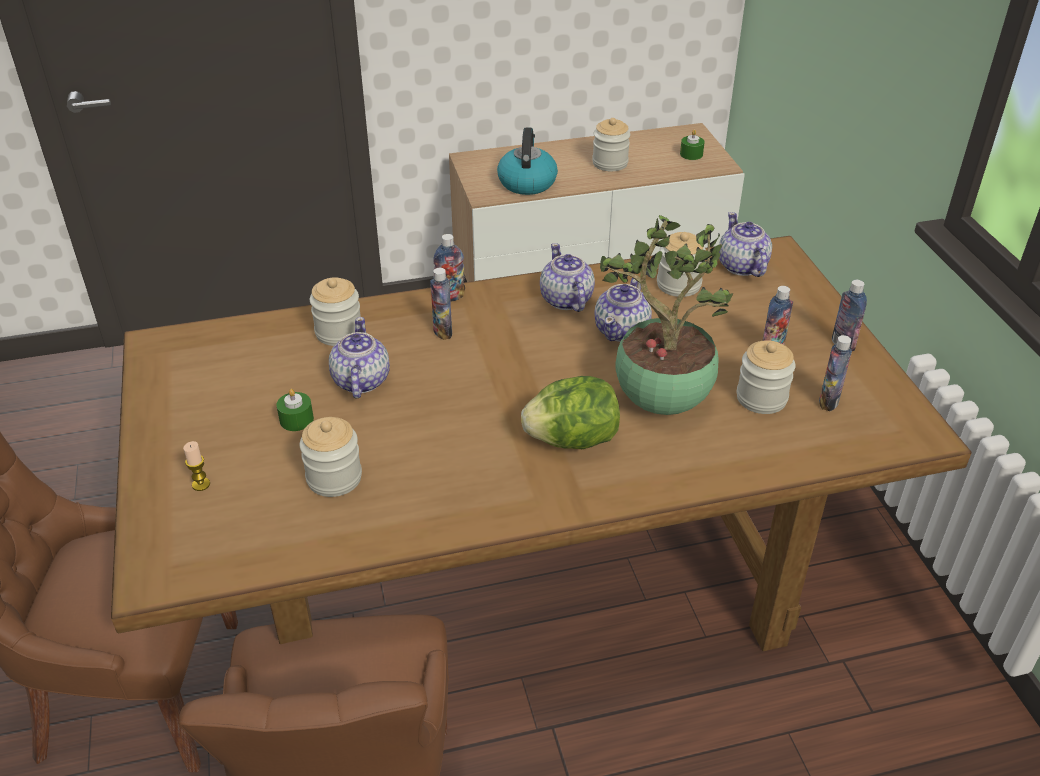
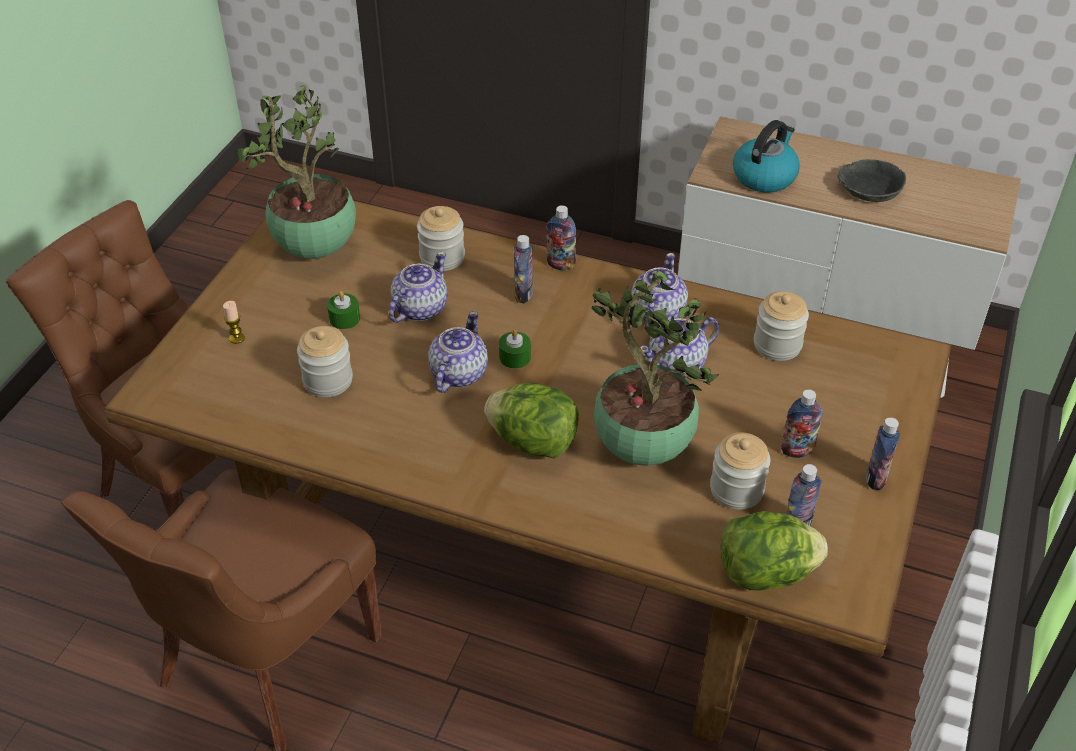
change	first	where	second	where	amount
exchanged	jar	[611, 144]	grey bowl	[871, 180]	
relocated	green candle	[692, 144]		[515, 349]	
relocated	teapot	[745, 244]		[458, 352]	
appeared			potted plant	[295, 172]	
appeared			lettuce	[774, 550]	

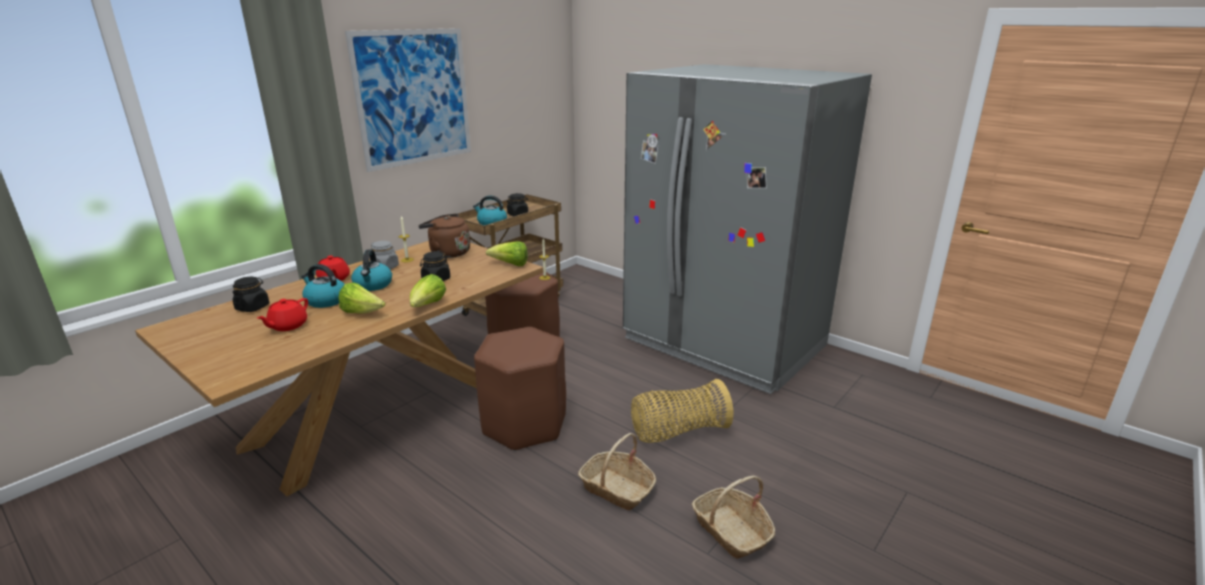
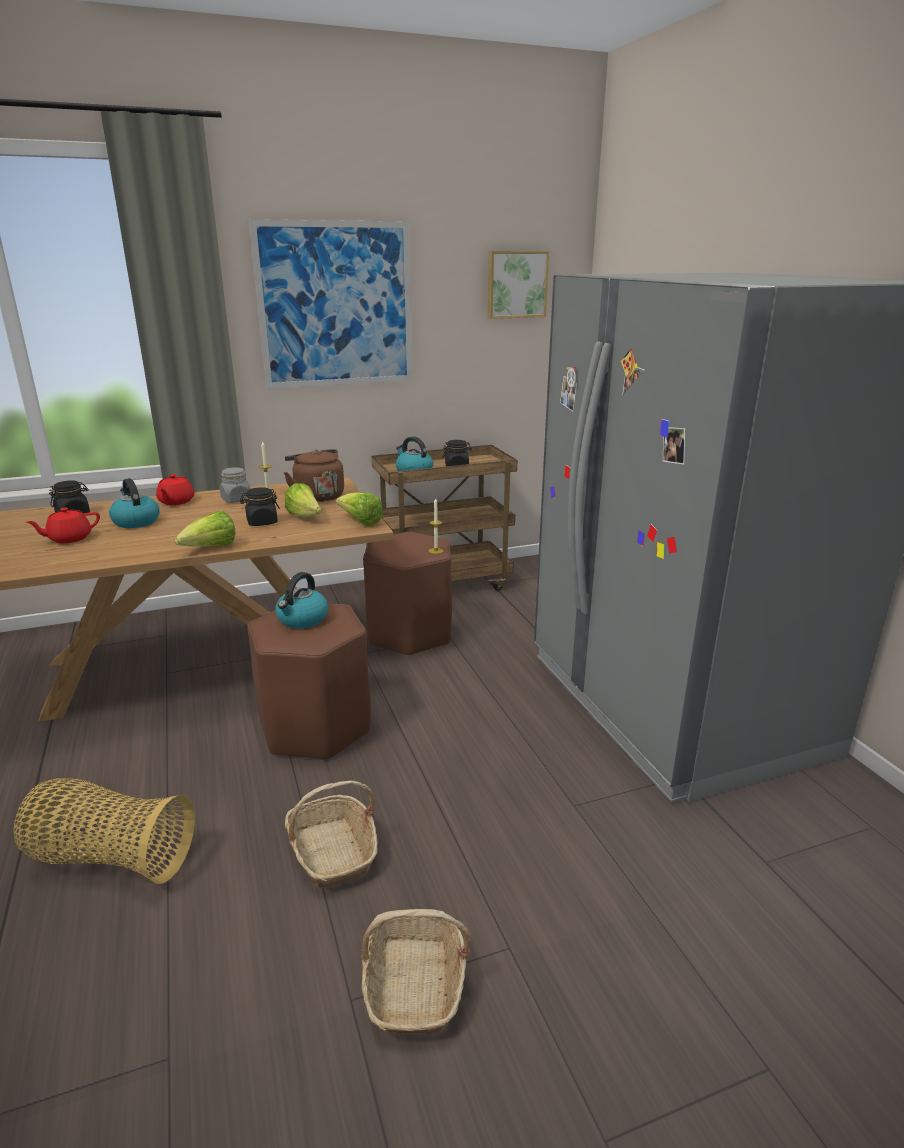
change	first	where	second	where	amount
relocated	kettle	[371, 270]		[301, 600]	
relocated	lettuce	[361, 298]		[303, 500]	
relocated	basket	[682, 411]		[104, 831]	
appeared			picture	[518, 285]	

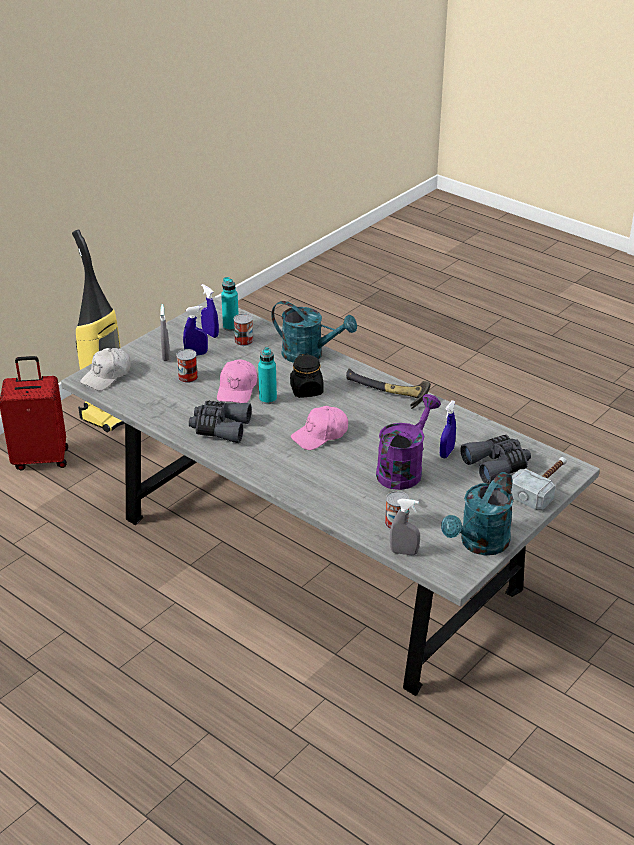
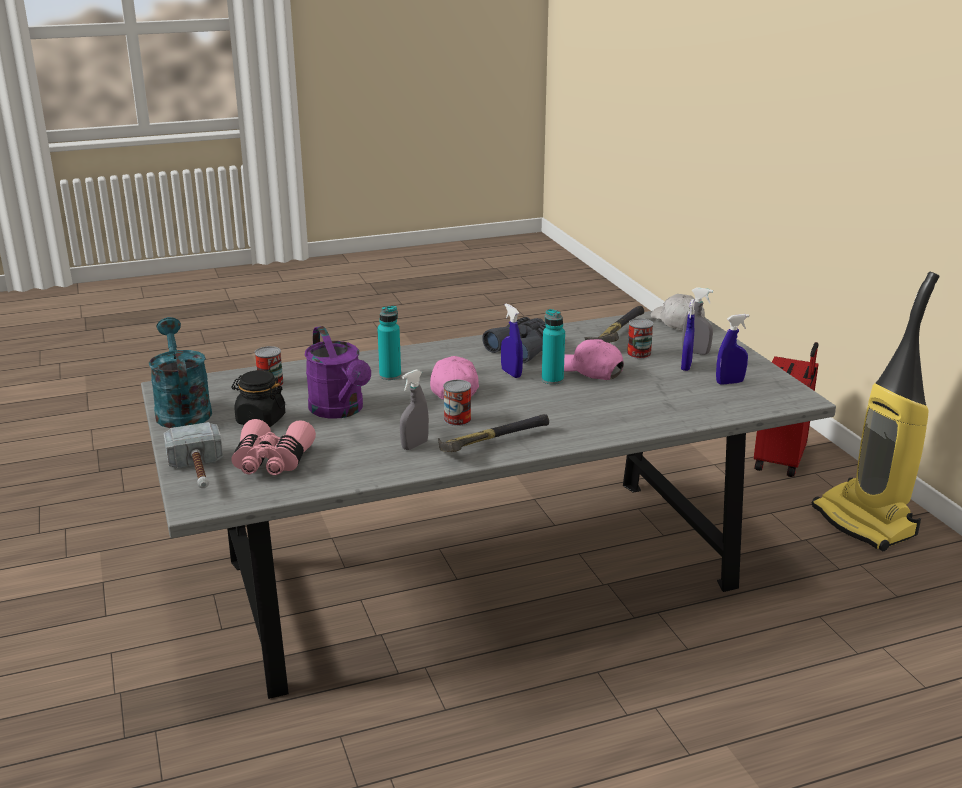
change	first	where	second	where	amount
relocated	turquoise bottle	[229, 304]		[389, 343]	
missing	turquoise watering can	[314, 332]			
relocated	can	[244, 330]		[457, 403]	
relocated	black jar	[307, 376]		[258, 398]	
relocated	blue spray bottle	[448, 429]		[512, 341]	
colour	grey binoculars	[495, 459]	pink binoculars	[273, 447]	
relocated	grey spray bottle	[405, 527]		[414, 409]	
appeared			hammer	[614, 324]	

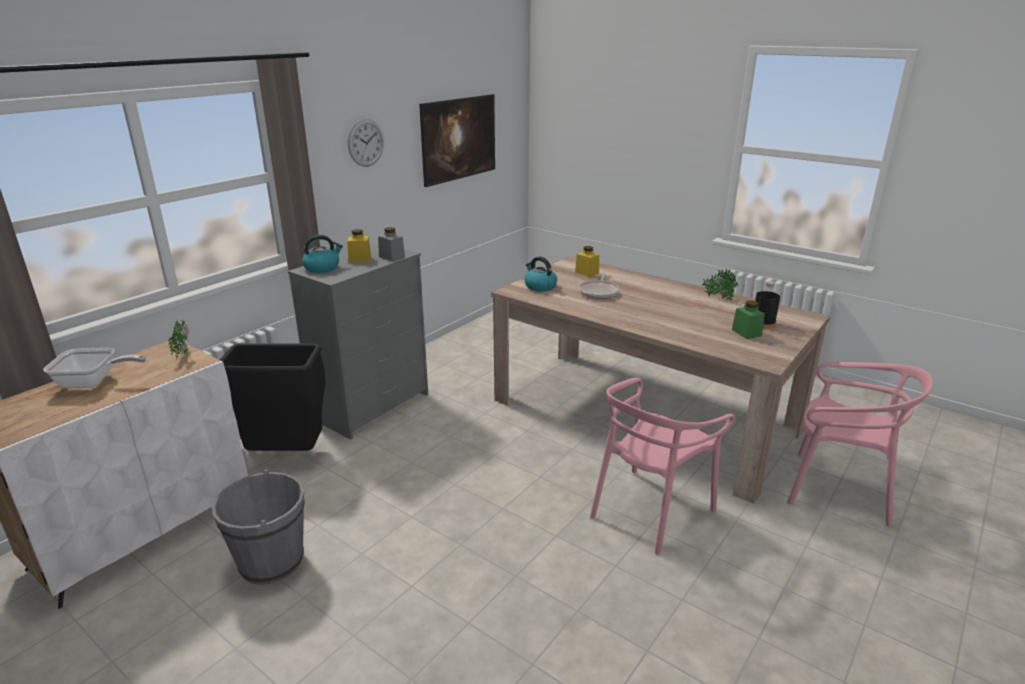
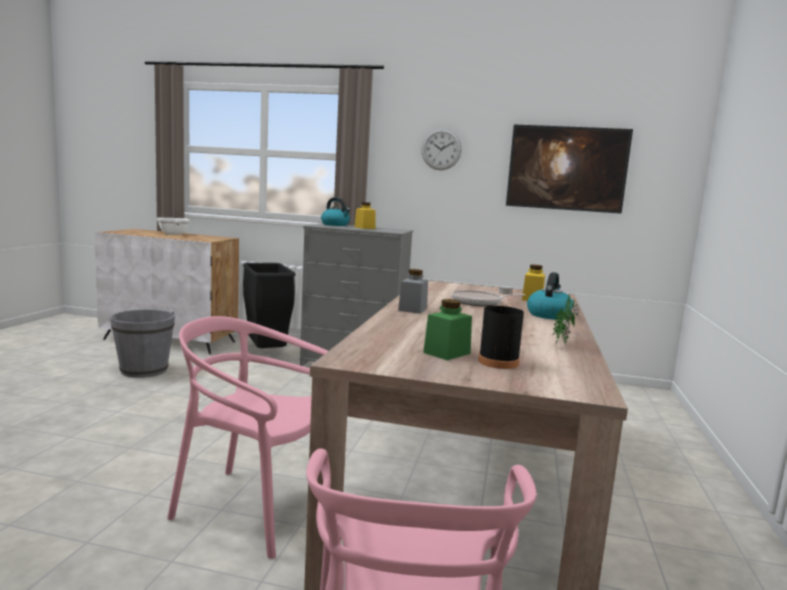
change	first	where	second	where	amount
relocated	grey jar	[391, 244]		[413, 291]	
relocated	kettle	[541, 274]		[550, 296]	
missing	potted plant	[178, 340]			

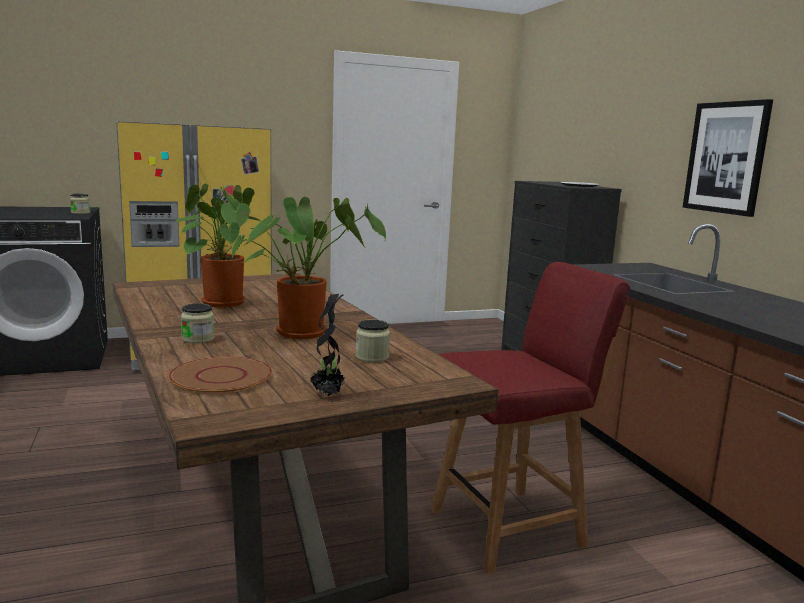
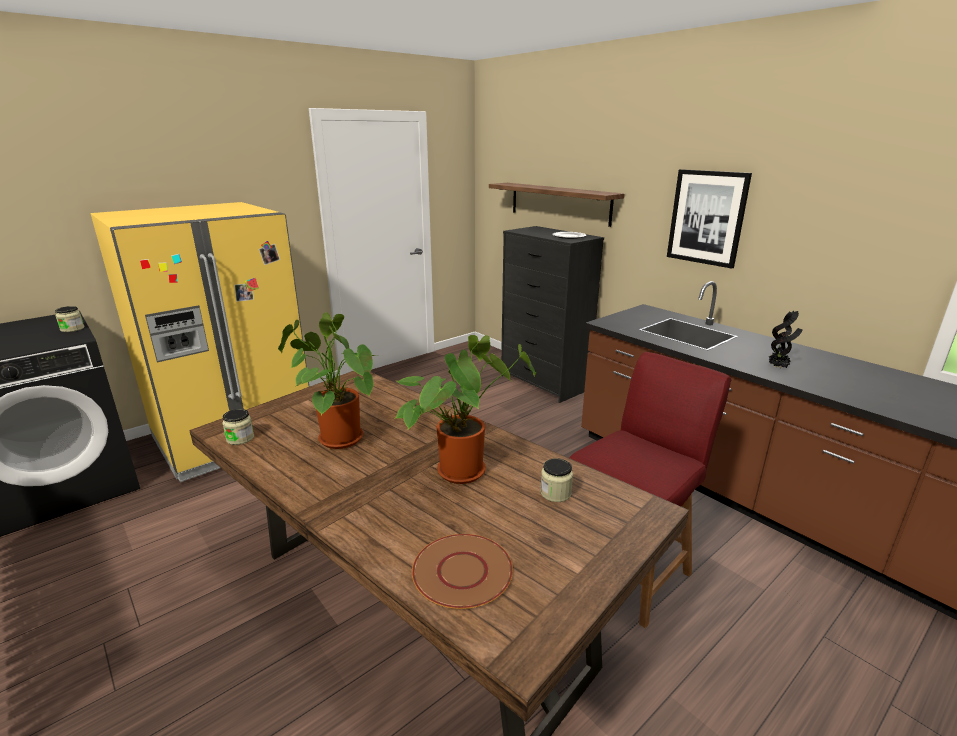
change	first	where	second	where	amount
relocated	potted plant	[328, 345]		[786, 339]	
relocated	jar	[198, 323]		[238, 427]	
appeared			shelf	[557, 205]	

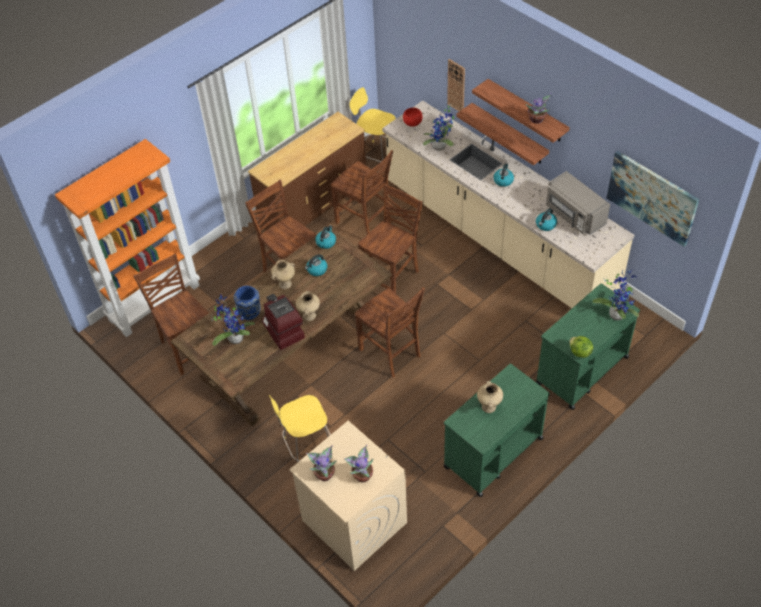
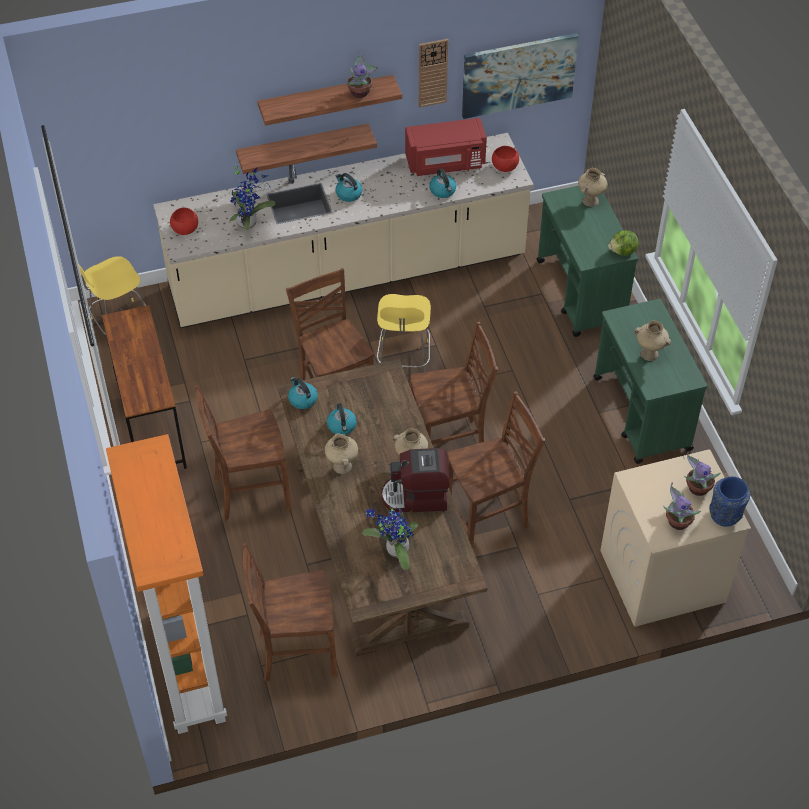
change	first	where	second	where	amount
relocated	wall clock	[456, 85]		[433, 73]	
exchanged	brown dresser	[307, 171]	brown desk	[144, 387]	
relocated	brown chair	[362, 192]		[496, 469]	
colour	grey microwave	[578, 203]	red microwave	[446, 147]	
exchanged	potted plant	[616, 295]	beige vase	[592, 187]	
relocated	blue vase	[247, 303]		[729, 502]	
relocated	yellow stool	[300, 429]		[404, 333]	
appeared			red bowl	[505, 159]	

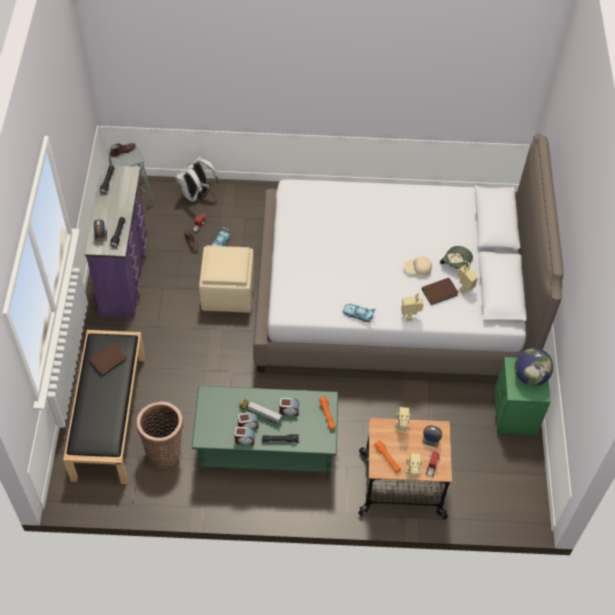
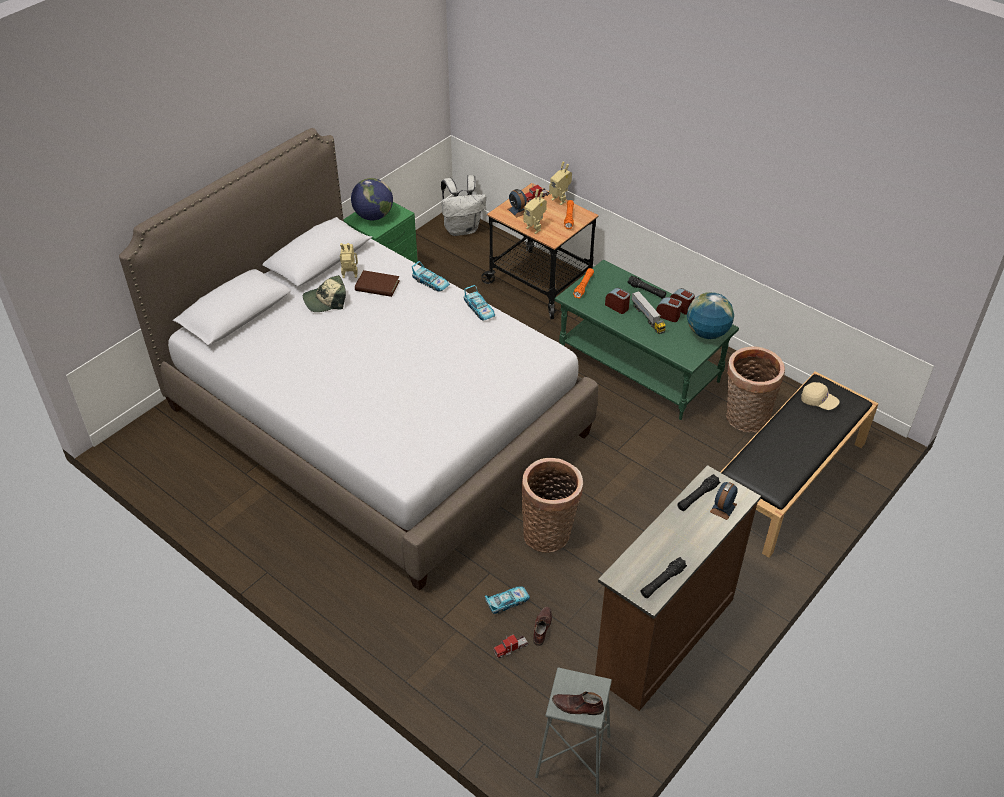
change	first	where	second	where	amount
relocated	white backpack	[196, 179]		[463, 205]	
colour	purple dresser	[116, 241]	brown dresser	[678, 588]	
exchanged	beige ottoman	[226, 279]	basket	[552, 505]	
relocated	beige cap	[418, 266]		[820, 396]	
exchanged	toy robot	[412, 306]	toy car	[431, 276]	
missing	brown book	[108, 359]			
appeared			globe	[710, 315]	

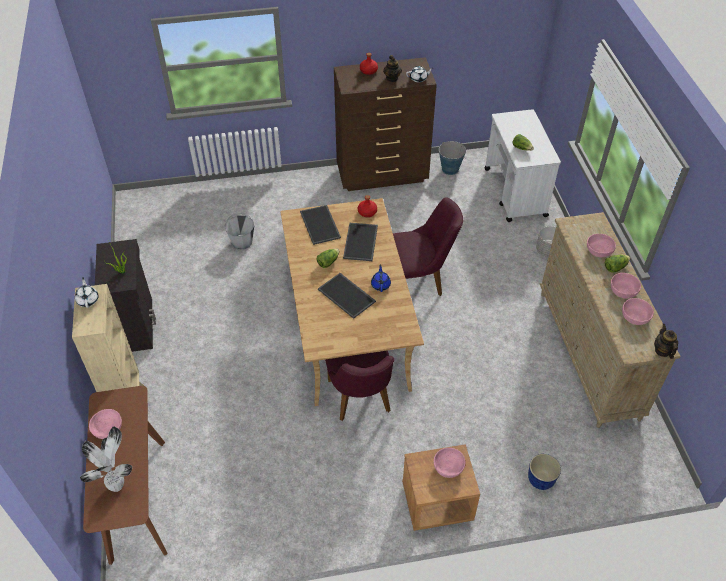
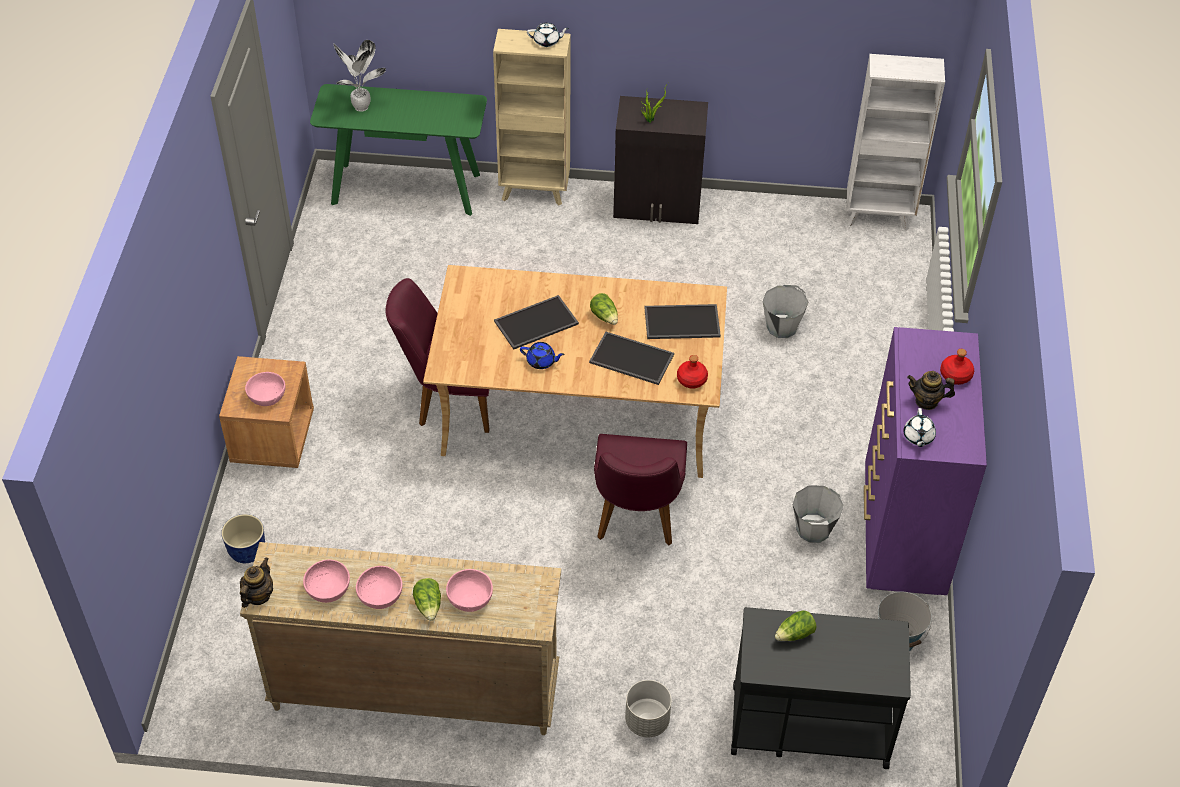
change	first	where	second	where	amount
colour	brown dresser	[385, 124]	purple dresser	[925, 461]	
colour	white cart	[522, 165]	black cart	[821, 688]	
spun	teapot	[666, 341]		[256, 582]	75 degrees counterclockwise
colour	brown console table	[125, 475]	green console table	[398, 150]	
missing	pink bowl	[105, 424]			
appeared			white bookcase	[896, 142]	
appeared			grey bucket	[818, 514]	

